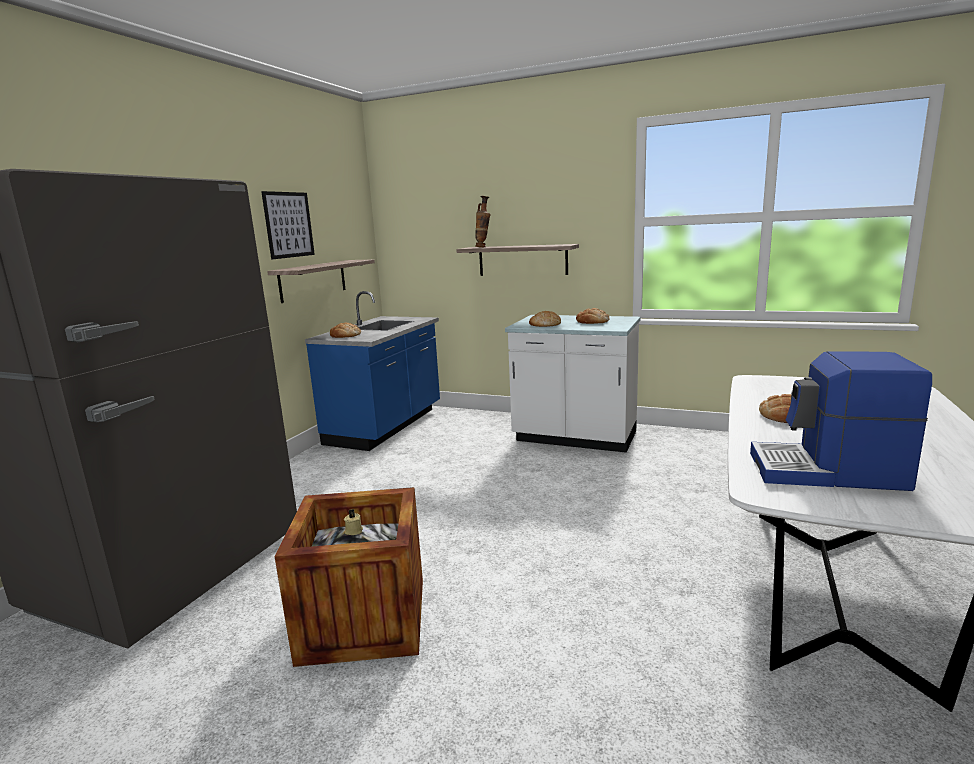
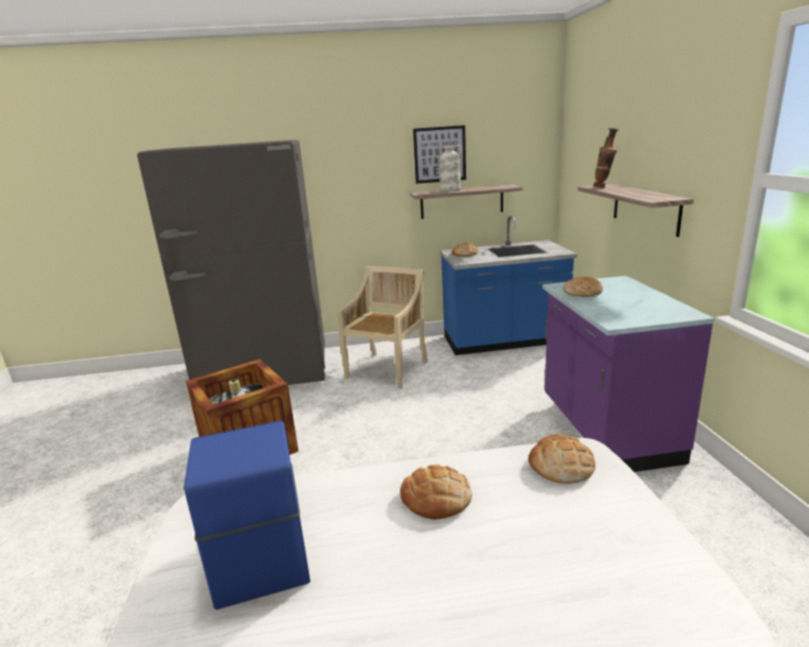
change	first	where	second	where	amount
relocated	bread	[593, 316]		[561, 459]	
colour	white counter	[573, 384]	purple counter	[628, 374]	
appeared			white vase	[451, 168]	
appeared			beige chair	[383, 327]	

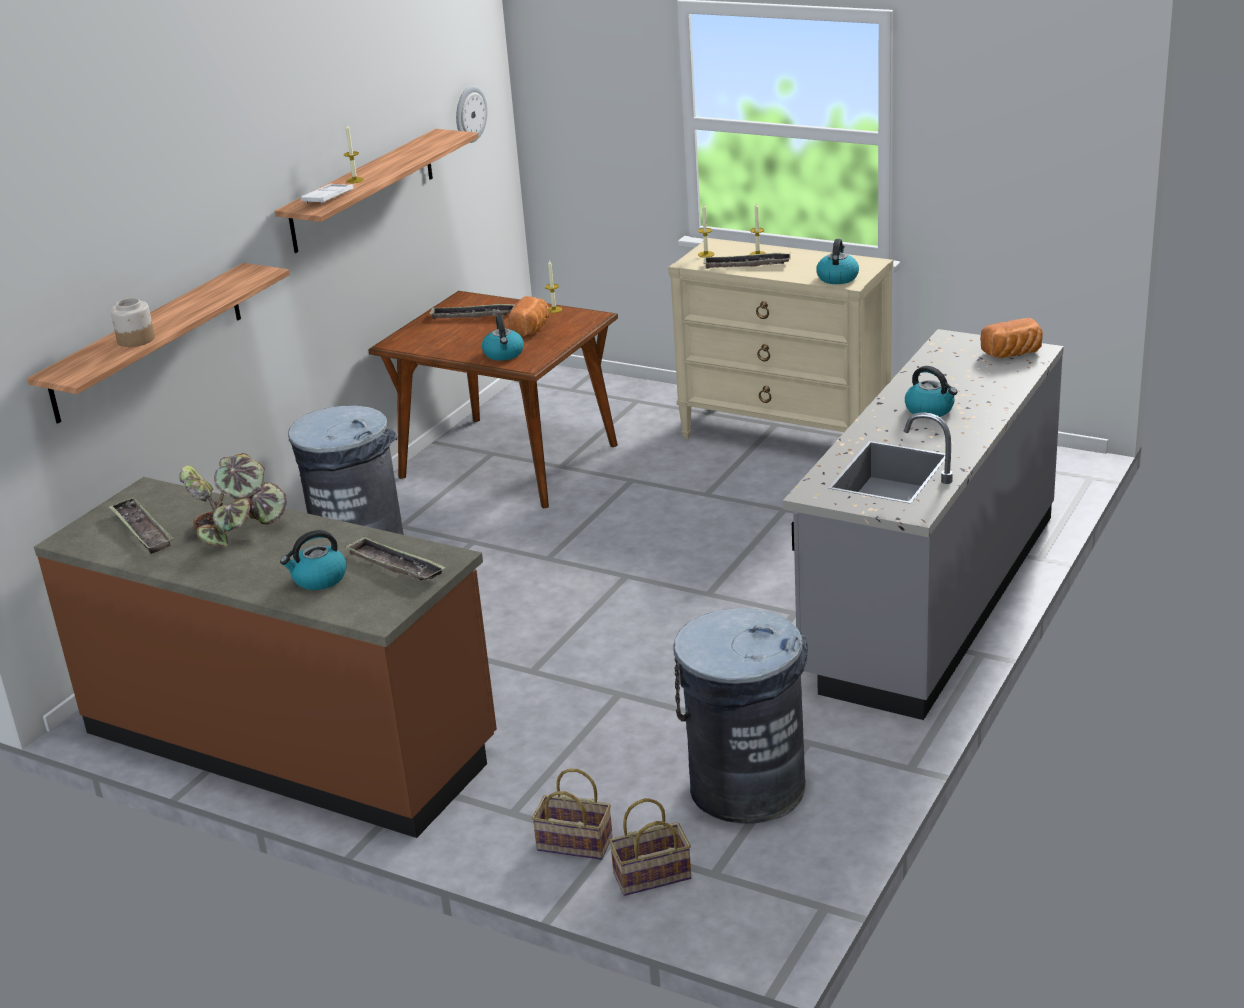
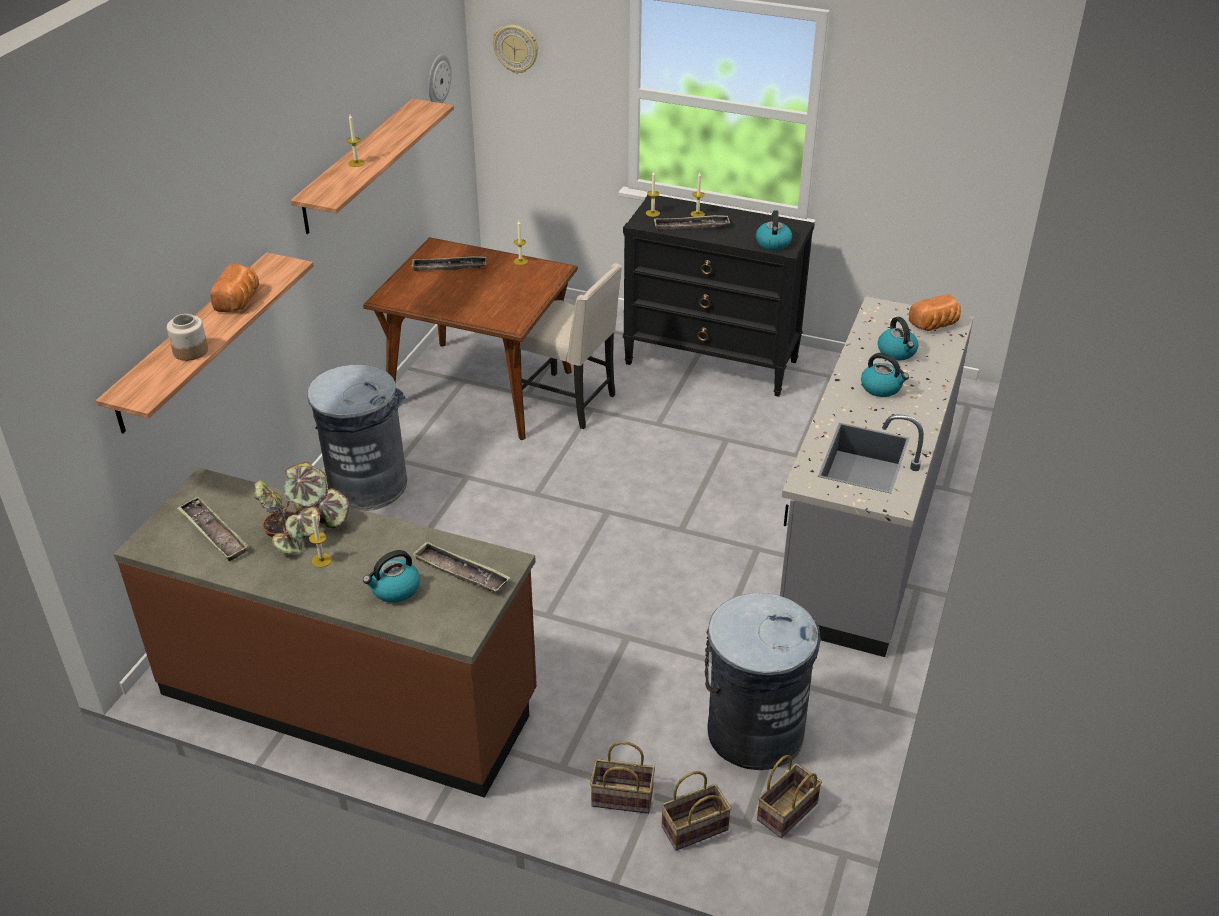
change	first	where	second	where	amount
missing	white tray	[327, 193]			
colour	beige dresser	[780, 338]	black dresser	[719, 296]	
relocated	bread	[529, 316]		[234, 288]	
relocated	kettle	[503, 338]		[898, 338]	
appeared			wall clock	[515, 49]	
appeared			beige chair	[571, 346]	
appeared			candle	[320, 539]	
appeared			basket	[789, 796]	

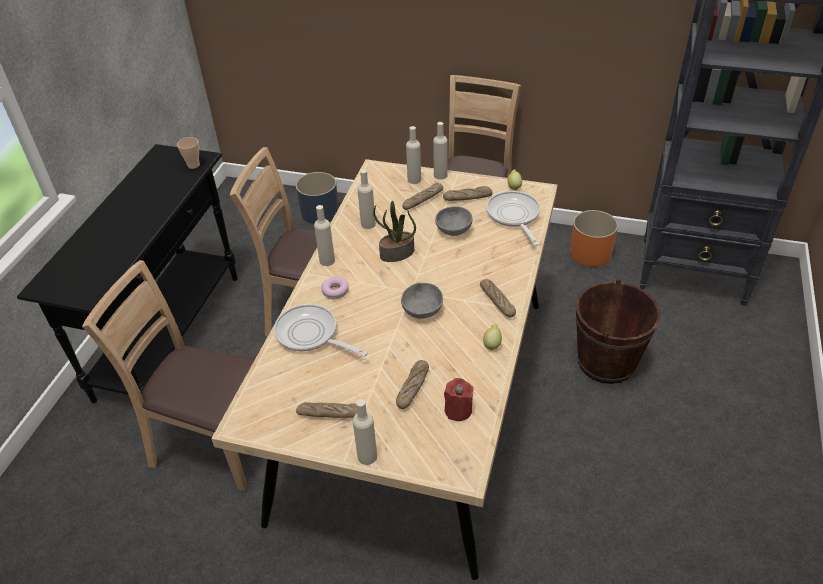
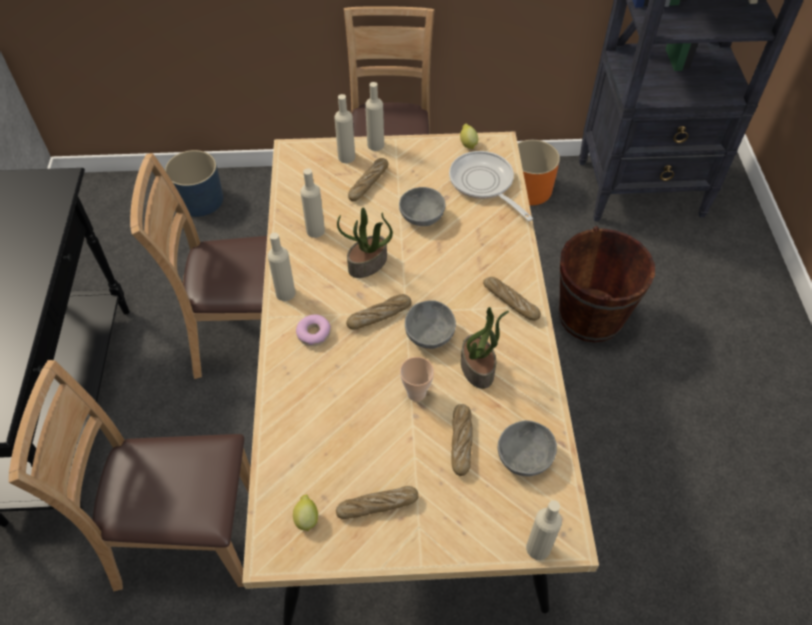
change	first	where	second	where	amount
relocated	cup	[188, 153]		[417, 379]	
relocated	bread	[468, 193]		[379, 311]	
missing	frying pan	[321, 330]			
relocated	lemon	[492, 337]		[305, 513]	
exchanged	red candle	[459, 399]	grey bowl	[527, 448]	
relocated	beige bottle	[365, 432]		[544, 530]	
appeared			potted plant	[485, 348]	

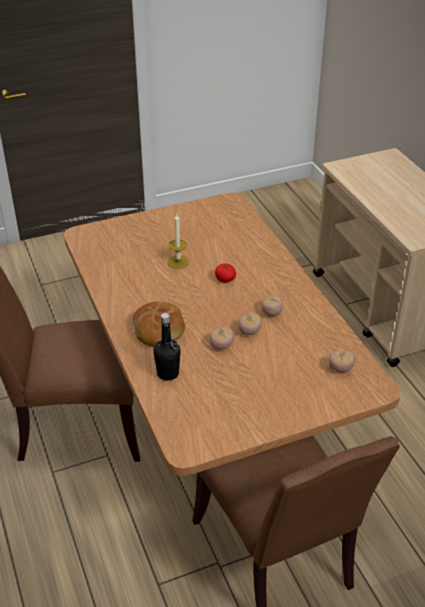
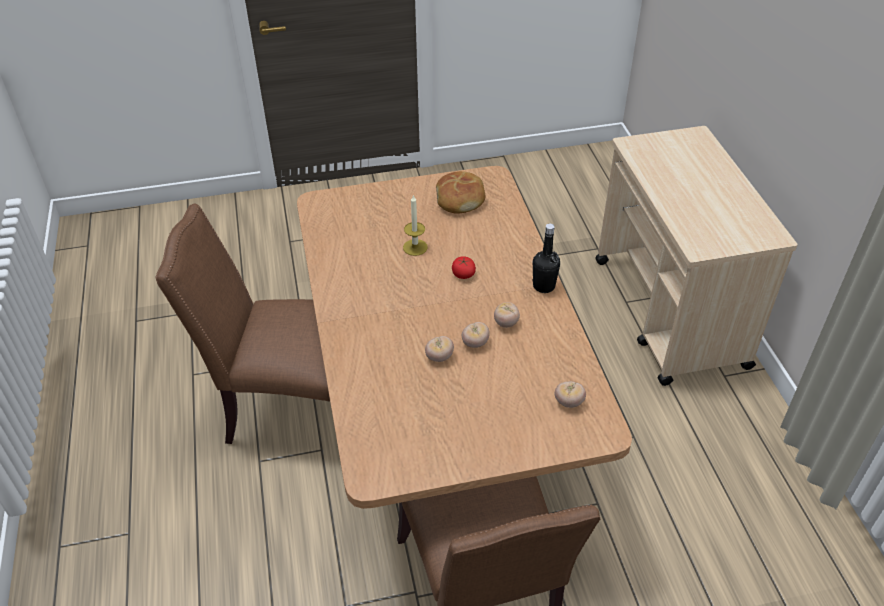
change	first	where	second	where	amount
relocated	bread	[159, 323]		[461, 192]	
relocated	black bottle	[167, 347]		[546, 258]	

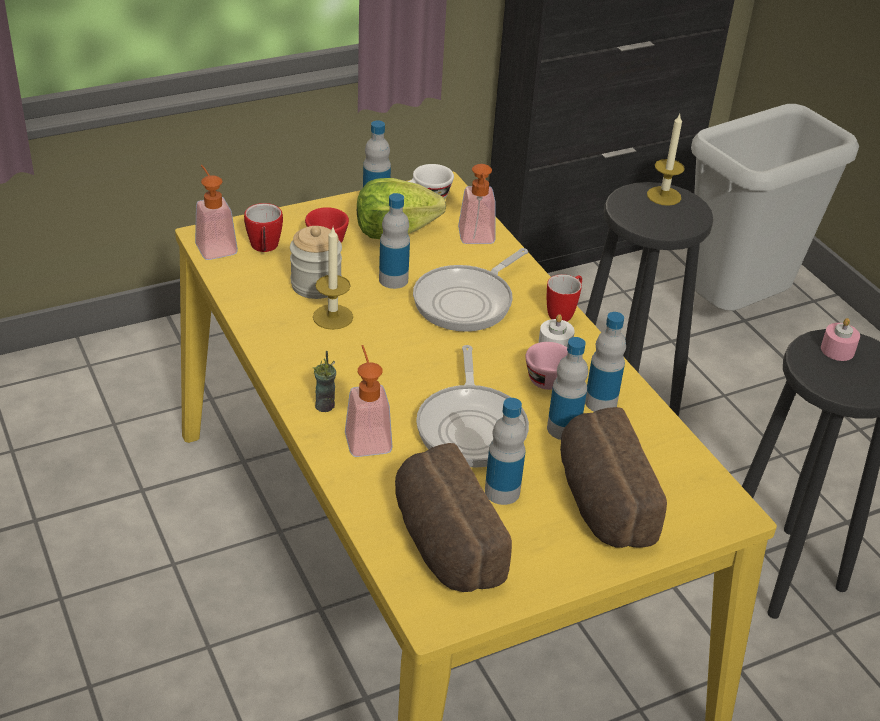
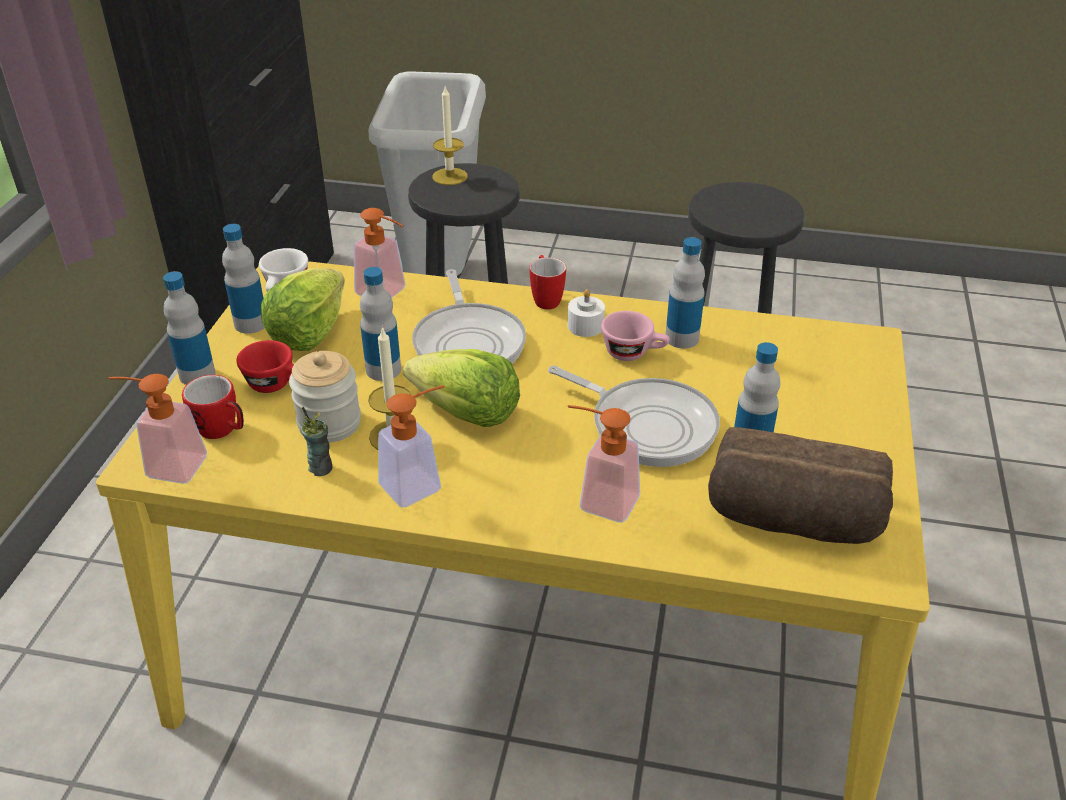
change	first	where	second	where	amount
missing	pink candle	[840, 339]			
relocated	bottle	[567, 388]		[189, 328]	
relocated	cup	[324, 381]		[316, 441]	
missing	bread	[613, 477]			
appeared			lettuce	[461, 388]	
appeared			soap dispenser	[411, 446]	

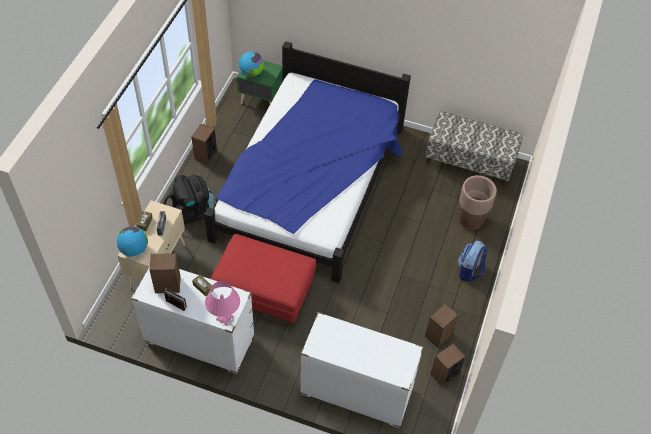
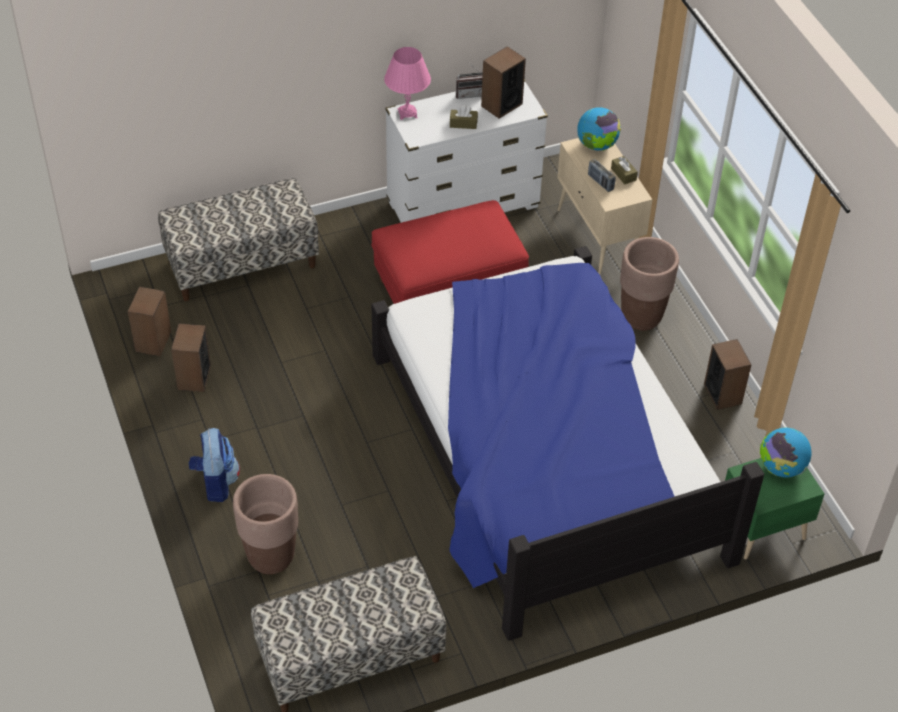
change	first	where	second	where	amount
exchanged	black backpack	[189, 199]	brown planter	[649, 283]	
exchanged	white dresser	[361, 370]	bench	[238, 239]	

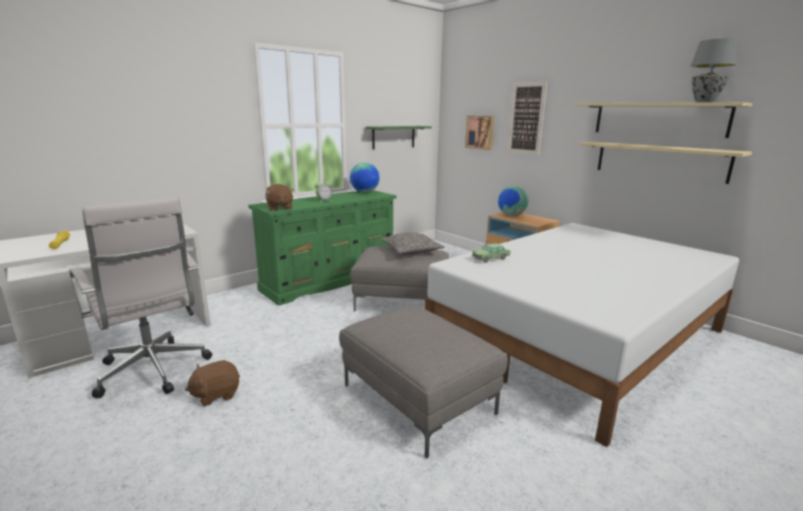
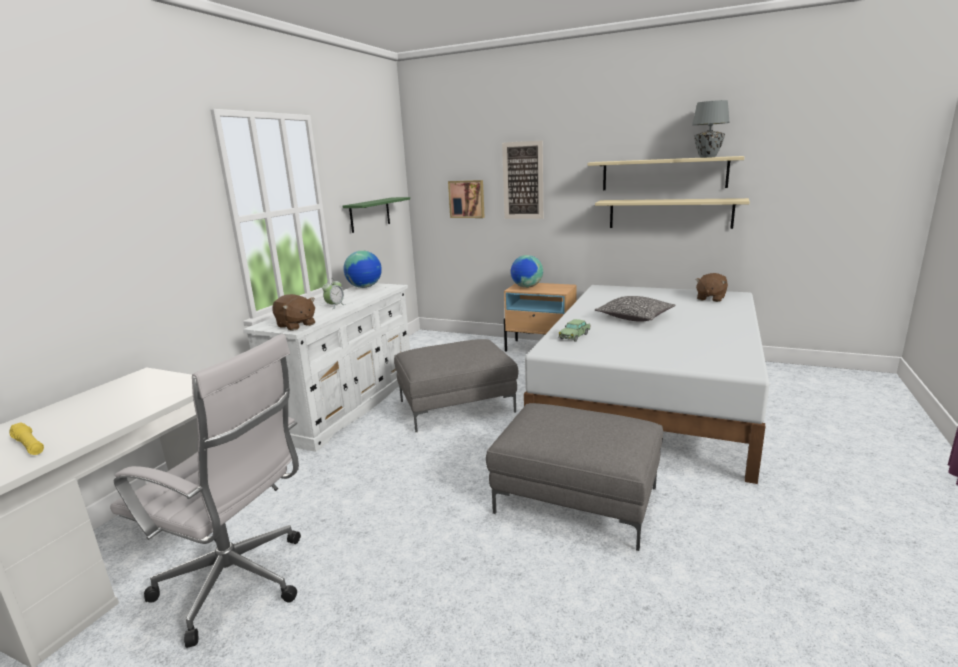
change	first	where	second	where	amount
colour	green dresser	[322, 248]	white dresser	[326, 367]	
relocated	pillow	[413, 244]		[635, 309]	
relocated	brown plush toy	[212, 383]		[711, 287]	

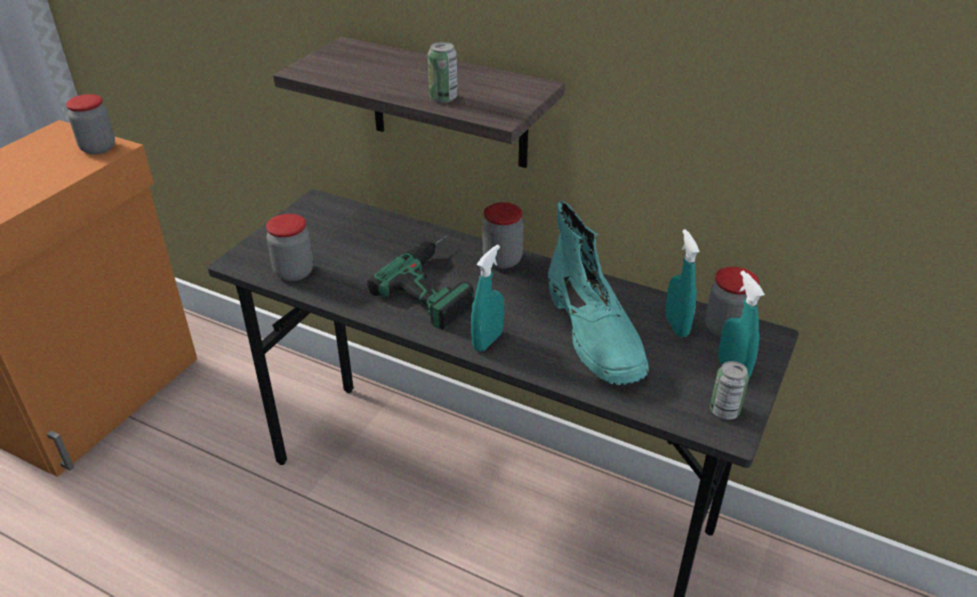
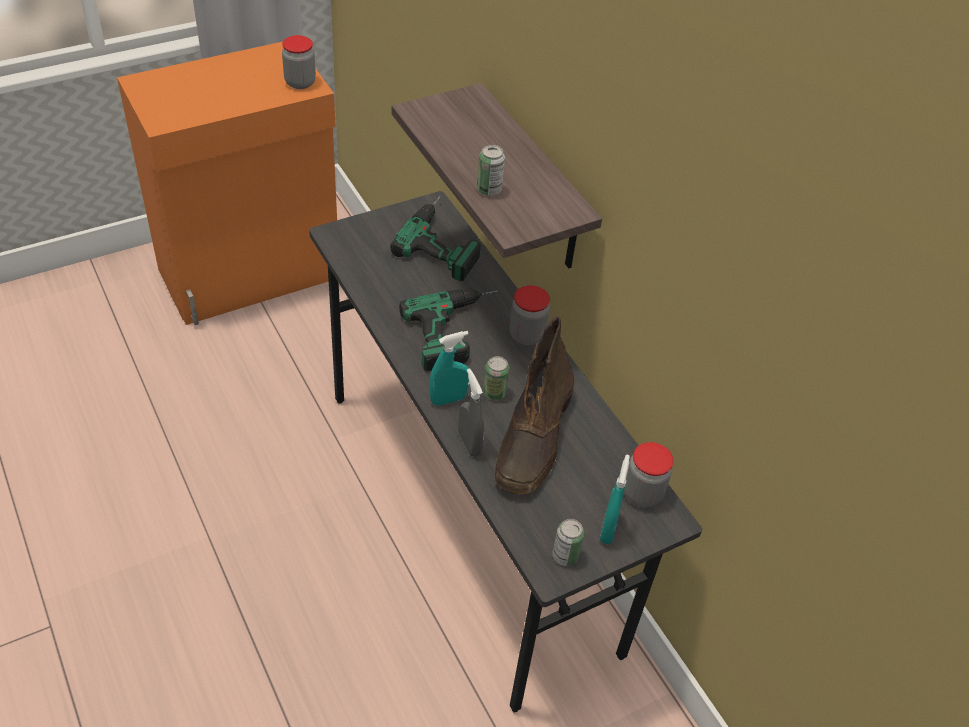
change	first	where	second	where	amount
colour	turquoise boot	[598, 293]	brown boot	[535, 405]	
missing	jar	[289, 247]			
missing	turquoise spray bottle	[682, 283]			
appeared			power drill	[435, 238]	
appeared			can	[496, 378]	
appeared			grey spray bottle	[471, 412]	

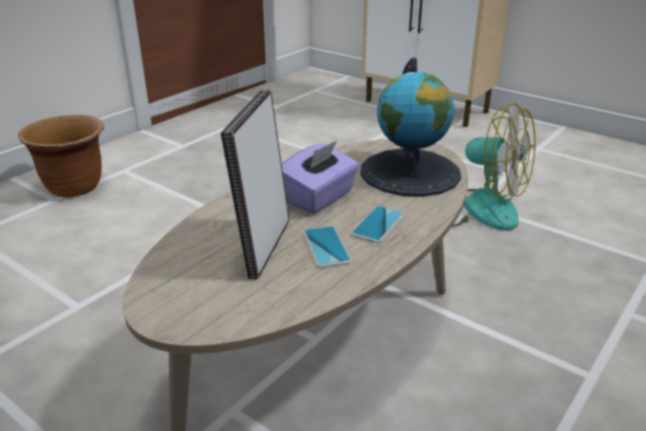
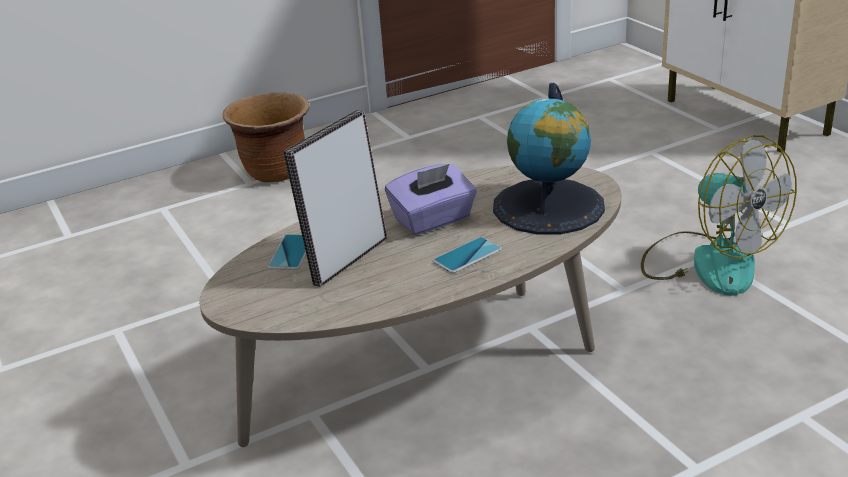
change	first	where	second	where	amount
relocated	phone	[327, 247]		[287, 252]	

